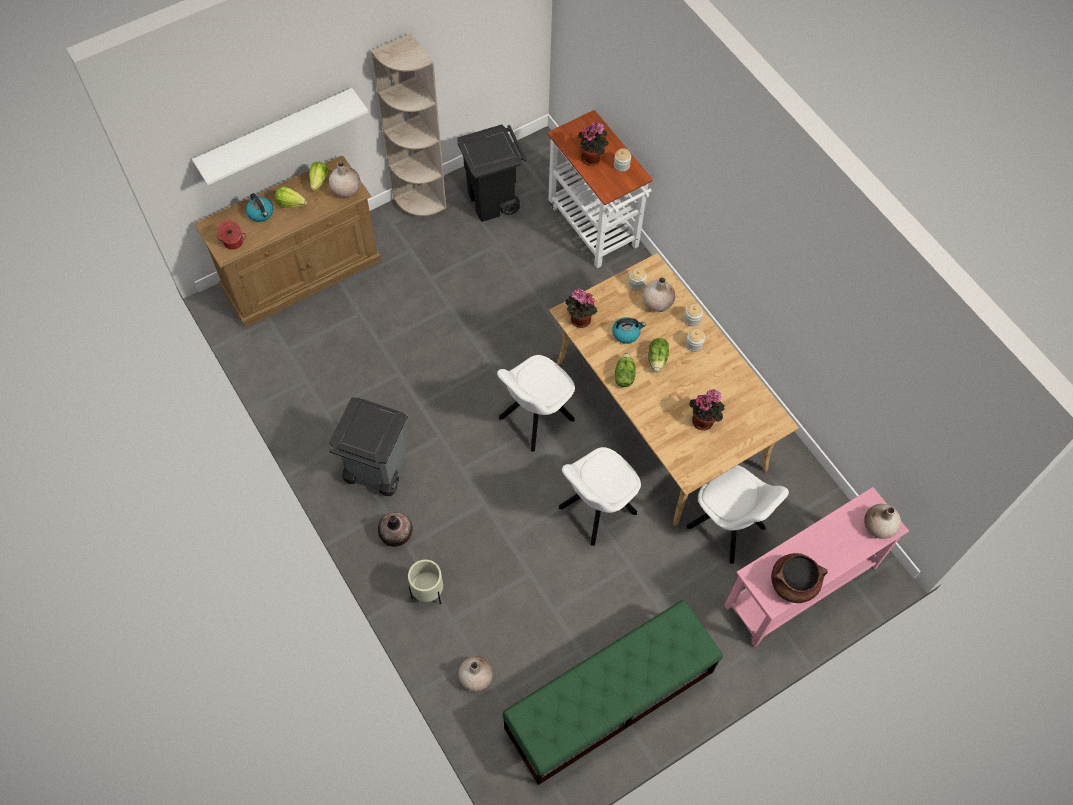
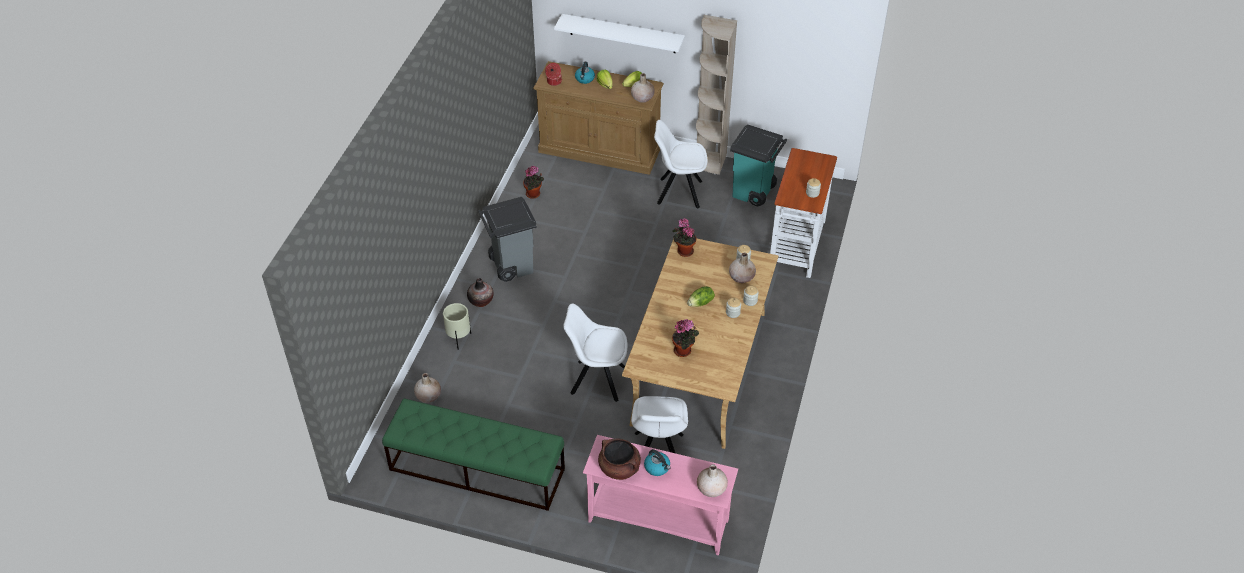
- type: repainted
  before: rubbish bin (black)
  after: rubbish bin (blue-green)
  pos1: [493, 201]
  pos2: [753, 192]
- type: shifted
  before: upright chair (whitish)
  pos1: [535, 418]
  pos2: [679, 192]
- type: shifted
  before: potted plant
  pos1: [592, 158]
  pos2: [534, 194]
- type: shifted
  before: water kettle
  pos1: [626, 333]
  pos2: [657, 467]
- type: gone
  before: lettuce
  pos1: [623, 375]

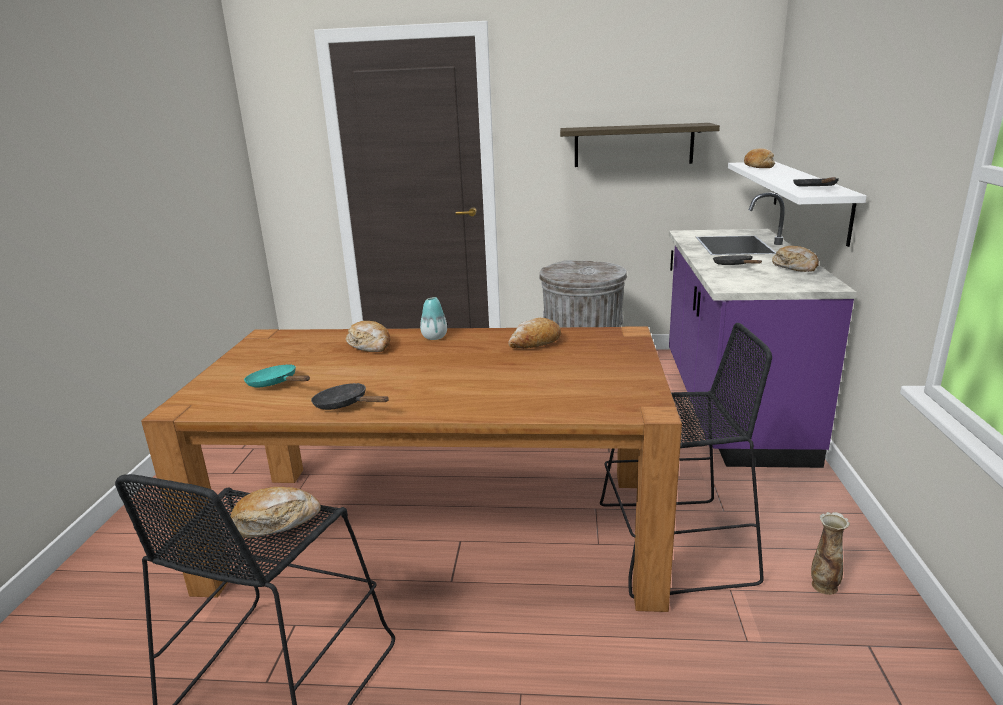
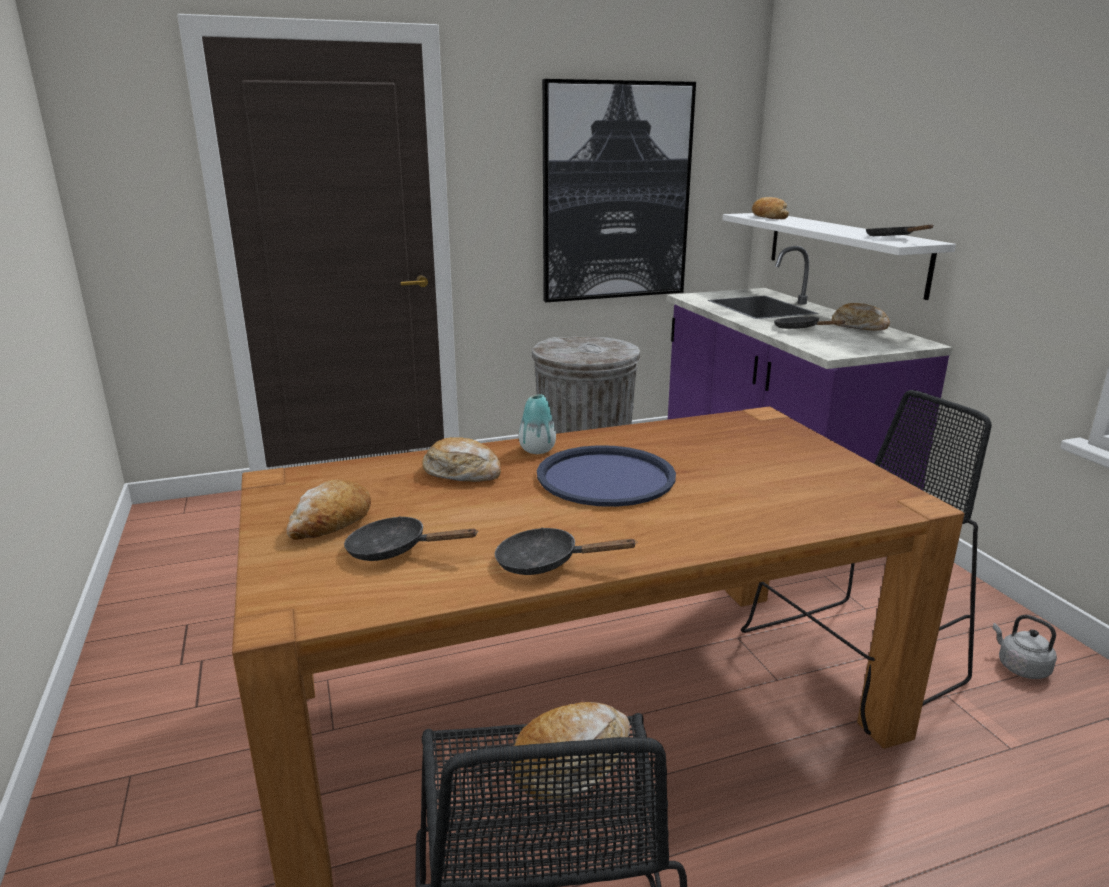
- type: repainted
  before: skillet (blue-green)
  after: skillet (black)
  pos1: [276, 384]
  pos2: [395, 550]
- type: shifted
  before: bakery bread
  pos1: [535, 343]
  pos2: [331, 523]
- type: swapped
  before: wall shelf
  after: wall art
  pos1: [633, 145]
  pos2: [616, 193]
- type: swapped
  before: flower vase
  after: water kettle (grey)
  pos1: [823, 586]
  pos2: [1020, 667]
- type: new
  after: tray (blue-coloured)
  pos2: [605, 477]

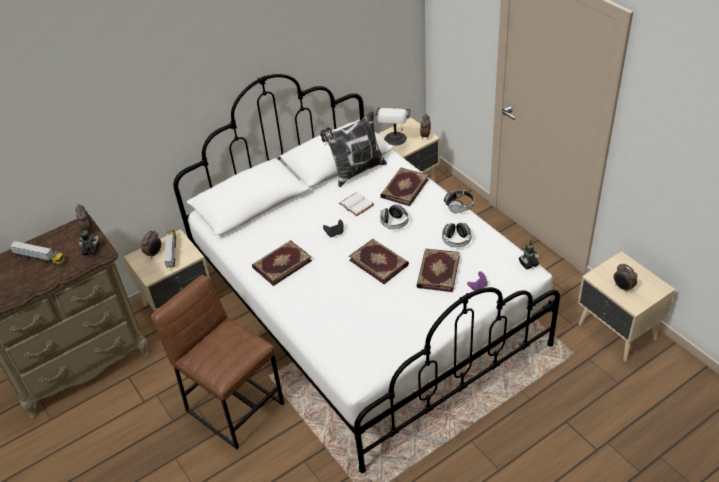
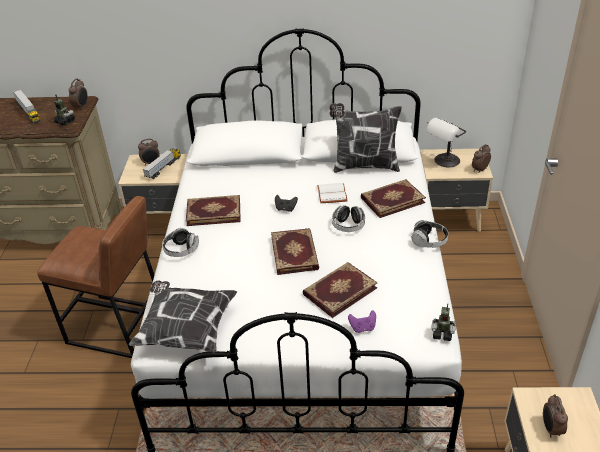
- type: rotated
  before: upright chair (brownish)
  pos1: [233, 406]
  pos2: [118, 326]
  turn: 120
- type: shifted
  before: headphones
  pos1: [456, 240]
  pos2: [181, 250]
- type: new
  after: cushion
  pos2: [186, 330]

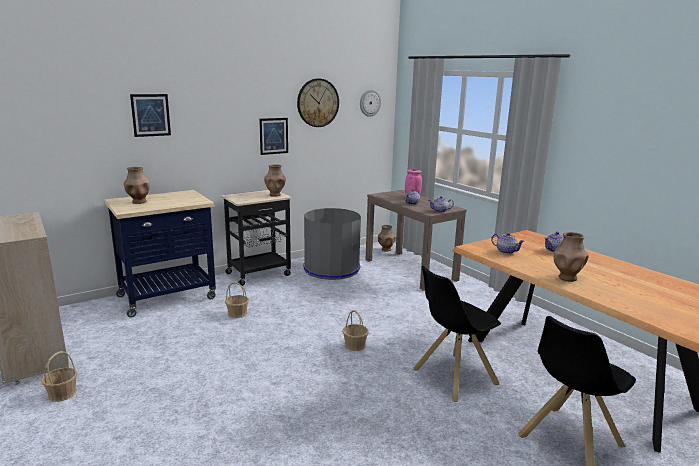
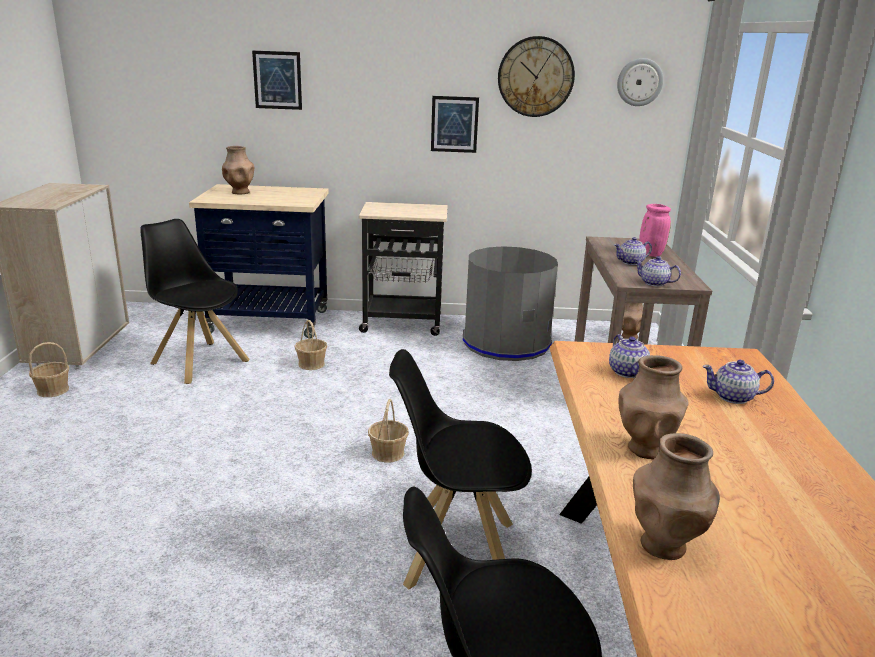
- type: shifted
  before: flower vase (brownish)
  pos1: [275, 195]
  pos2: [664, 545]
- type: new
  after: upright chair (black)
  pos2: [198, 361]

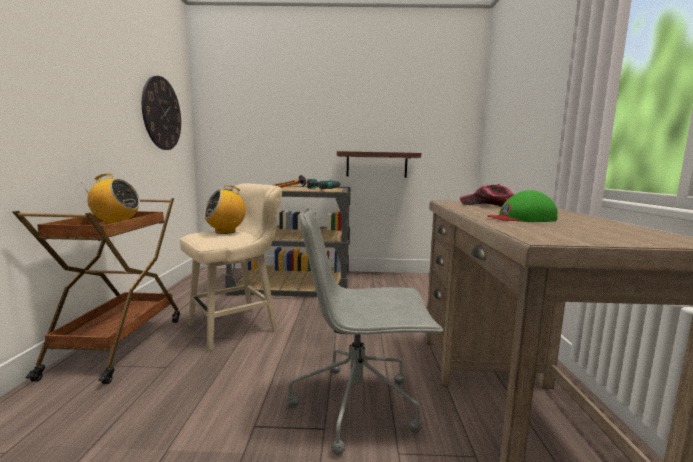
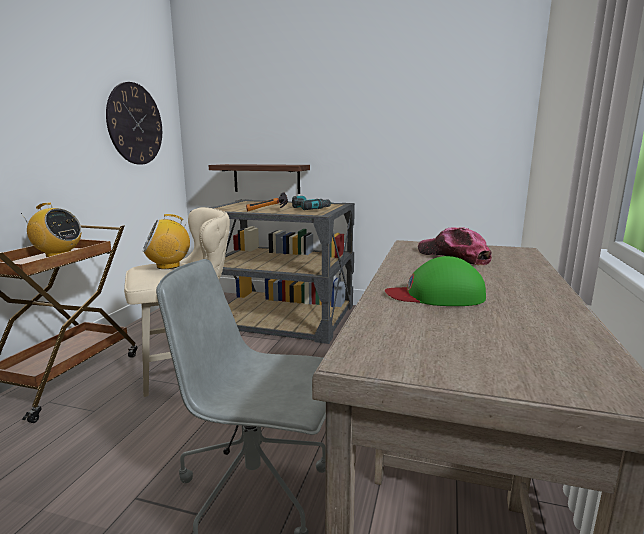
- type: shifted
  before: wall shelf
  pos1: [376, 165]
  pos2: [266, 178]

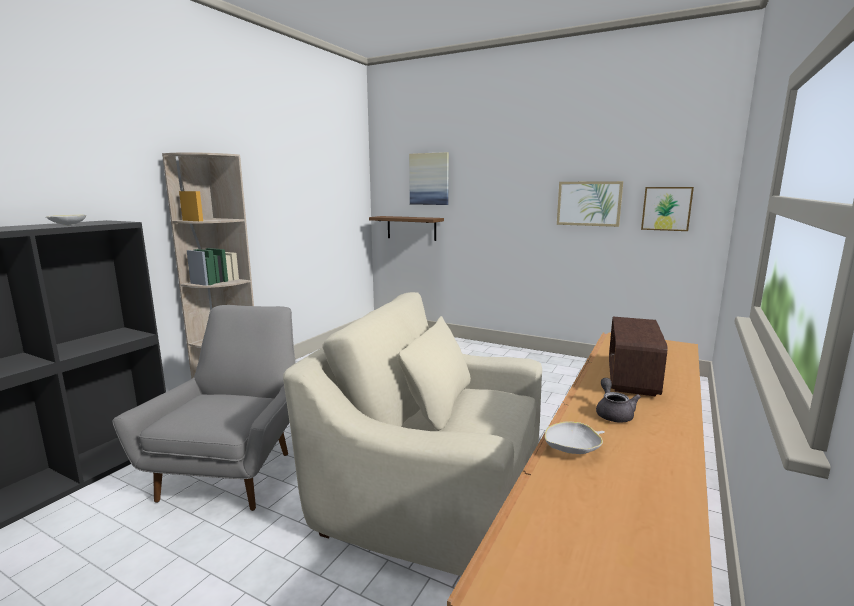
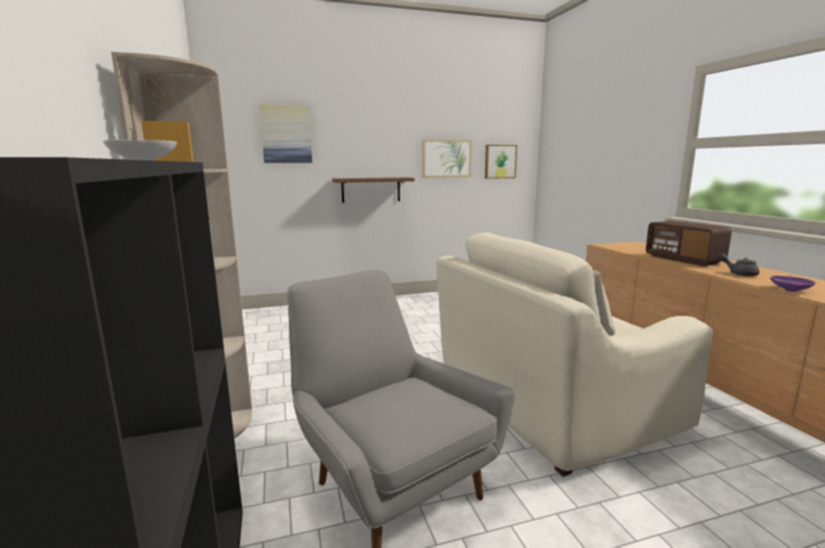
- type: shifted
  before: wall shelf (brownish)
  pos1: [411, 228]
  pos2: [371, 189]
- type: repainted
  before: bowl (whitish)
  after: bowl (purplish)
  pos1: [573, 449]
  pos2: [790, 290]

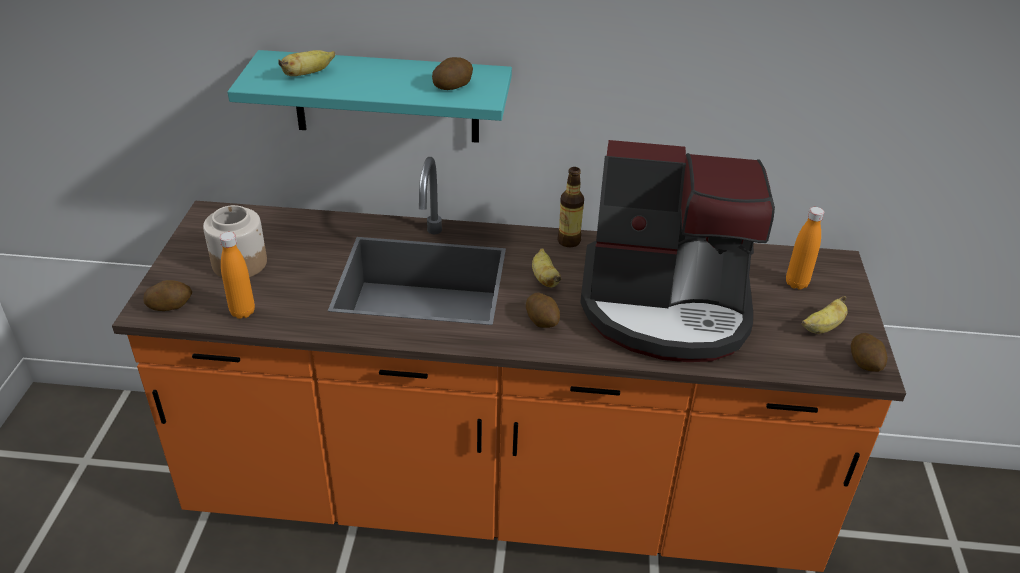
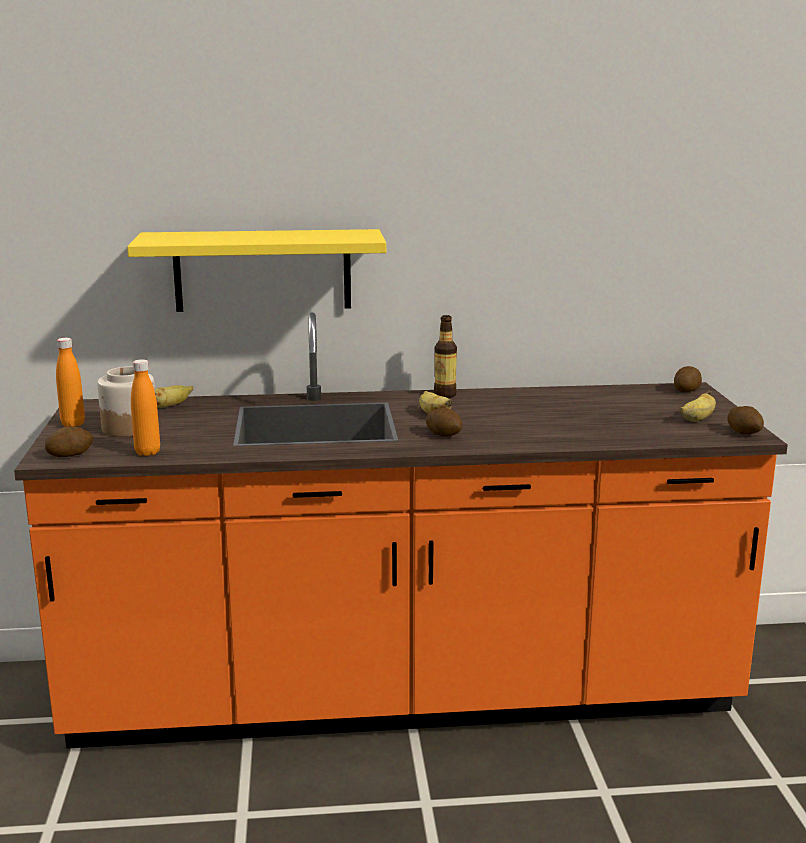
- type: repainted
  before: wall shelf (blue-green)
  after: wall shelf (yellowish)
  pos1: [386, 97]
  pos2: [262, 270]
- type: shifted
  before: banana
  pos1: [307, 74]
  pos2: [170, 406]
- type: shifted
  before: spud
  pos1: [453, 86]
  pos2: [686, 390]
- type: gone
  before: coffee maker
  pos1: [666, 306]
- type: shifted
  before: bottle (orange)
  pos1: [796, 283]
  pos2: [73, 424]

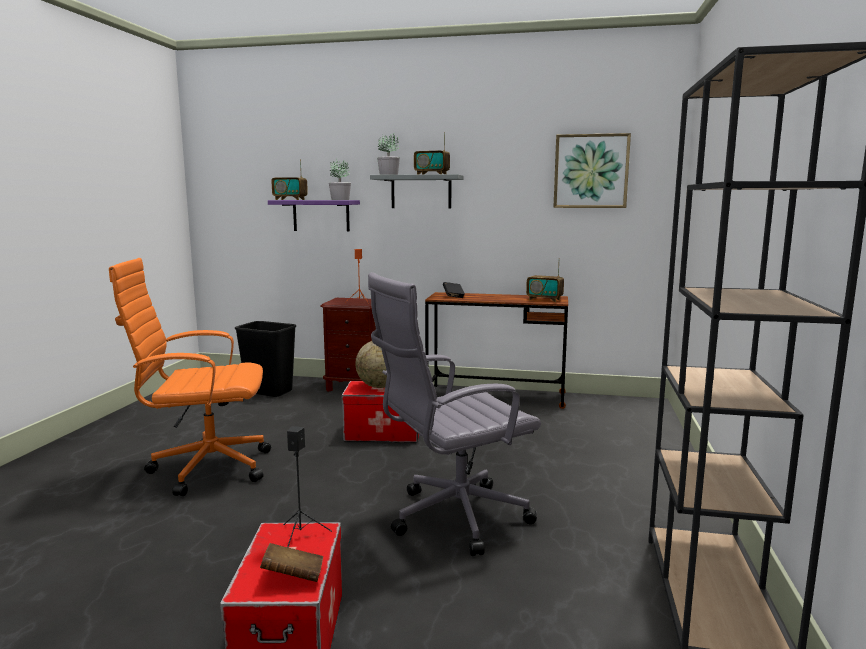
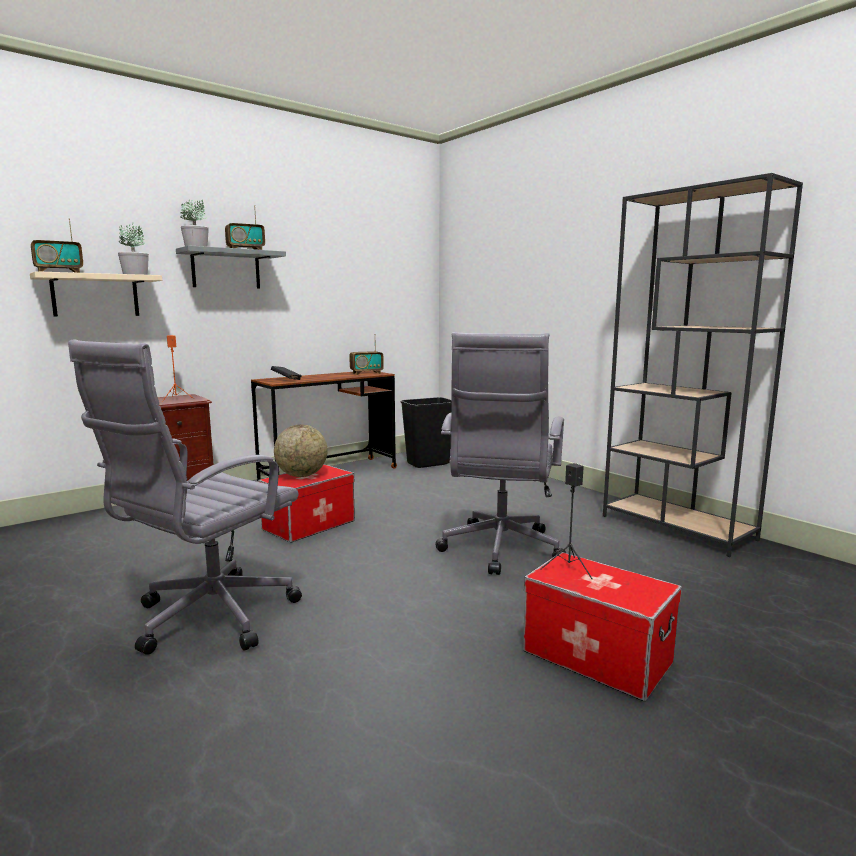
- type: repainted
  before: computer chair (orange)
  after: computer chair (grey)
  pos1: [204, 469]
  pos2: [208, 619]
- type: shifted
  before: rubbish bin (black)
  pos1: [270, 392]
  pos2: [428, 463]
- type: gone
  before: volume (brownish)
  pos1: [293, 577]
- type: repainted
  before: wall shelf (purplish)
  after: wall shelf (beige-coloured)
  pos1: [321, 215]
  pos2: [95, 295]
- type: gone
  before: wall art
  pos1: [591, 171]

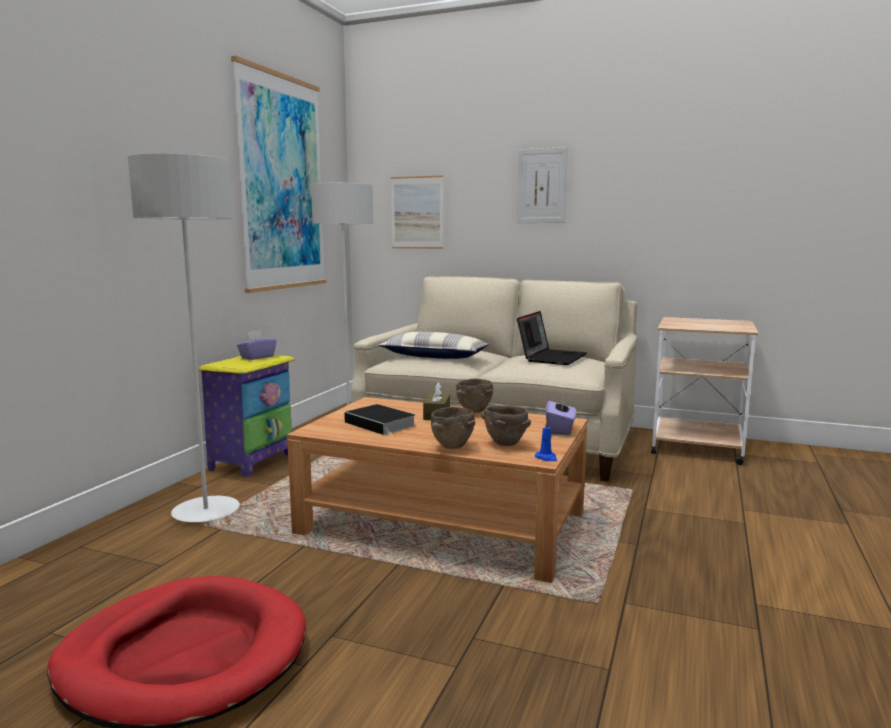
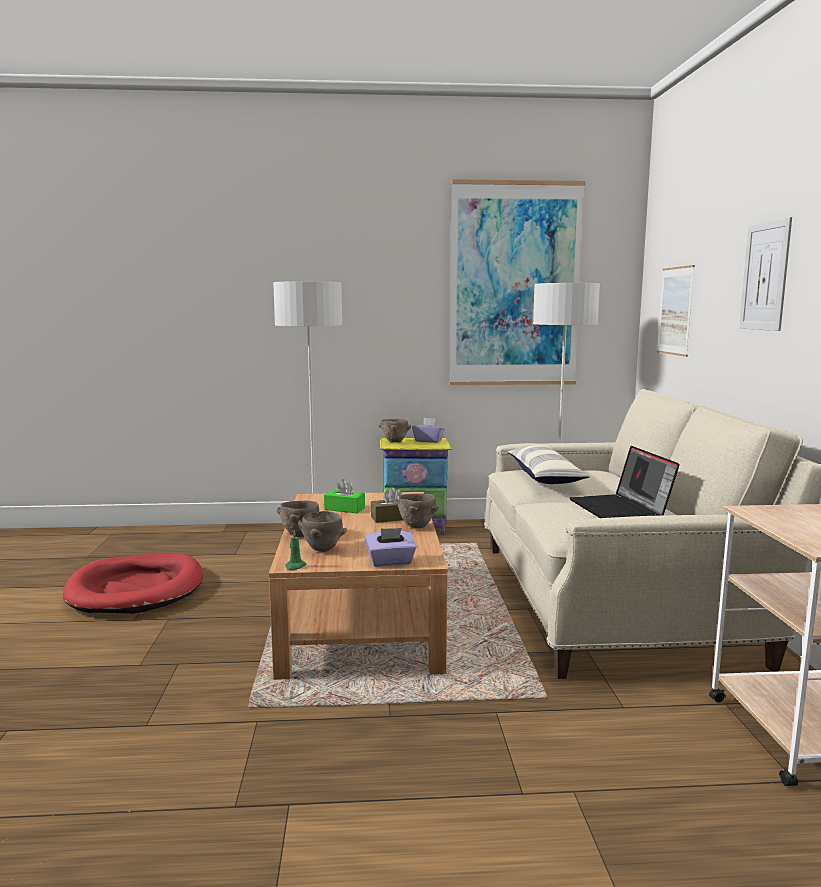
- type: swapped
  before: volume
  after: box of tissues (green-coloured)
  pos1: [382, 424]
  pos2: [344, 509]
- type: rotated
  before: notebook computer
  pos1: [551, 357]
  pos2: [621, 510]
  turn: 75
- type: repainted
  before: wax candle (blue-coloured)
  after: wax candle (green-coloured)
  pos1: [546, 458]
  pos2: [295, 566]
- type: new
  after: bowl (brownish)
  pos2: [395, 442]

